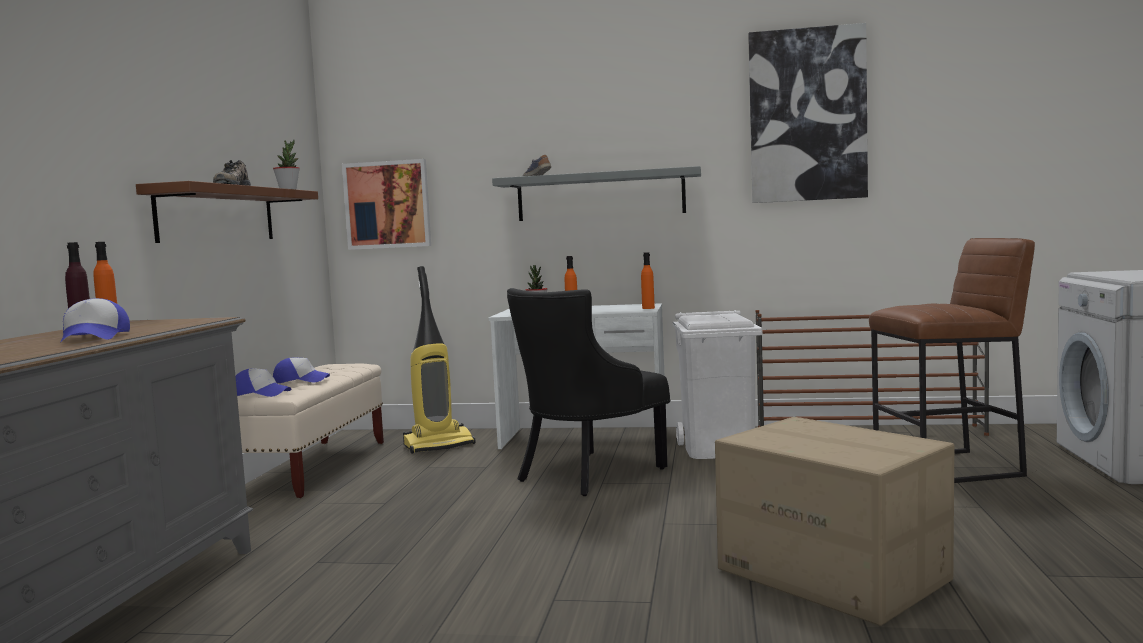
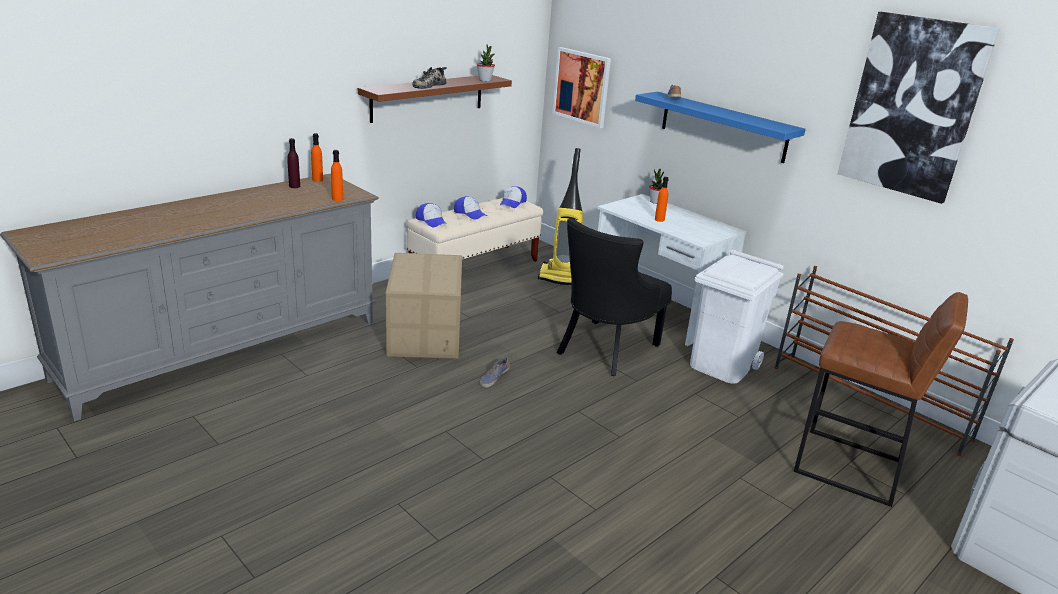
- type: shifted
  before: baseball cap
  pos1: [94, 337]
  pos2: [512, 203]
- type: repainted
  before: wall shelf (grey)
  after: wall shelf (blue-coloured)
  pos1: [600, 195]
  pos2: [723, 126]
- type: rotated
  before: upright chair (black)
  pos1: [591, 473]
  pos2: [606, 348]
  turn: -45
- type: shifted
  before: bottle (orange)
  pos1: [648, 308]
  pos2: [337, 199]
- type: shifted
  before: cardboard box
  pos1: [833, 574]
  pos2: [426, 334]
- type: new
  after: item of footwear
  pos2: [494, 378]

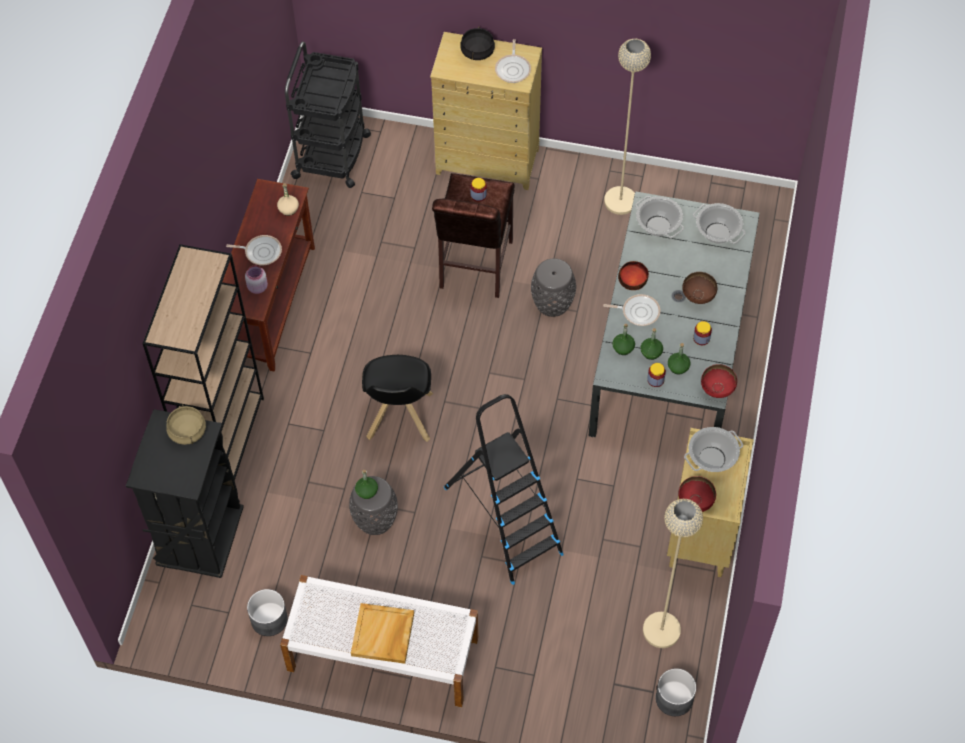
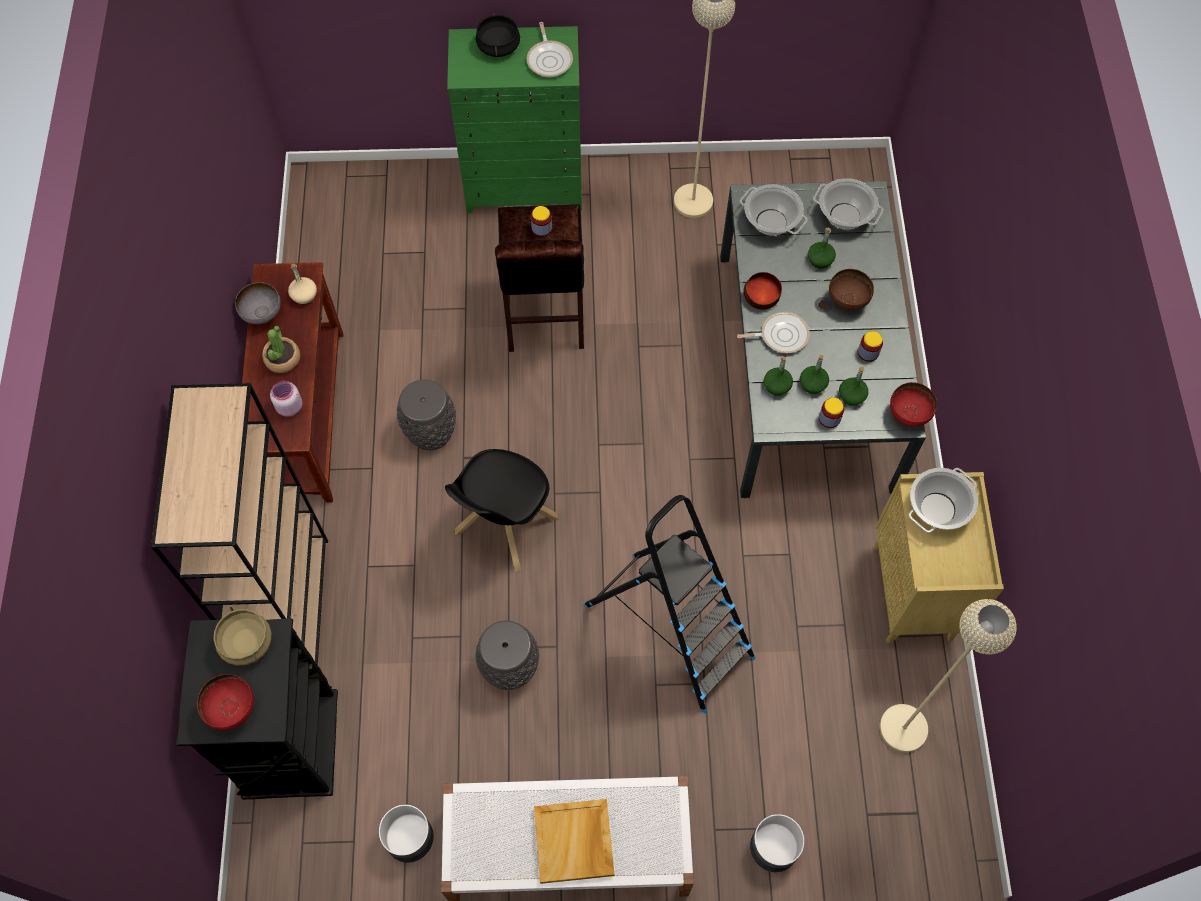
- type: swapped
  before: skillet
  after: potted plant
  pos1: [261, 252]
  pos2: [282, 359]
- type: gone
  before: trolley (black)
  pos1: [332, 156]
- type: shifted
  before: bottle (green-coloured)
  pos1: [367, 491]
  pos2: [820, 260]
- type: rotated
  before: upright chair (black)
  pos1: [399, 417]
  pos2: [504, 526]
  turn: 45
- type: repainted
  before: drawer chest (beige-coloured)
  after: drawer chest (green-coloured)
  pos1: [488, 163]
  pos2: [525, 188]
- type: shifted
  before: sitting stool (grey)
  pos1: [552, 303]
  pos2: [431, 431]
- type: shifted
  before: flower pot (grey)
  pos1: [674, 699]
  pos2: [774, 847]
- type: shifted
  before: bowl (reddish)
  pos1: [695, 503]
  pos2: [232, 709]
- type: new
  after: bowl (grey)
  pos2: [263, 314]

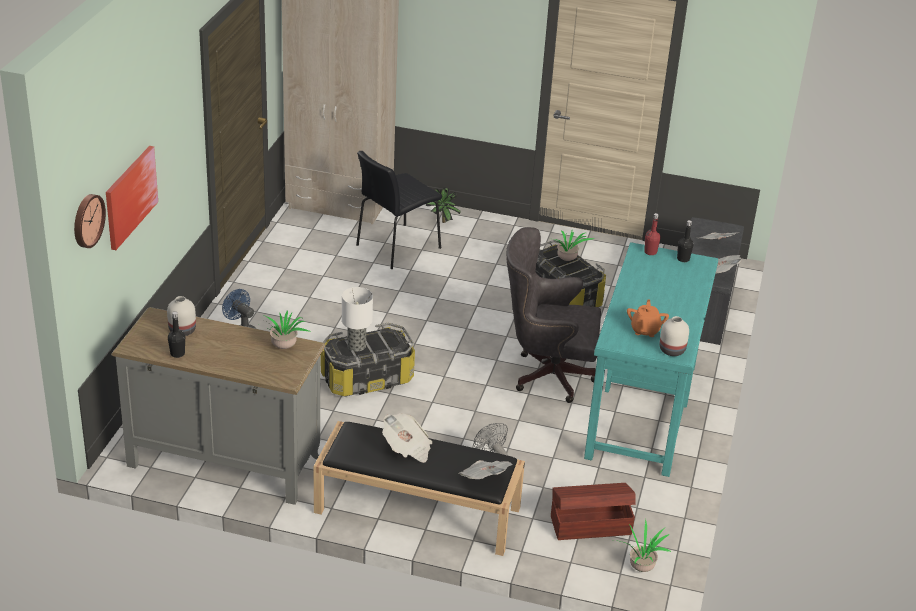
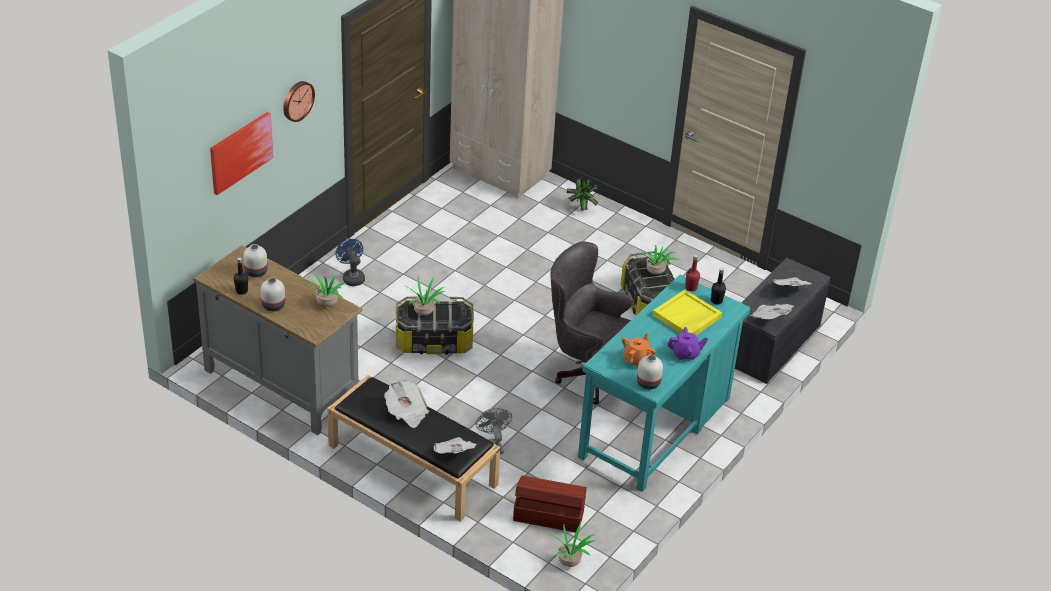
- type: shifted
  before: clock on the wall
  pos1: [87, 220]
  pos2: [297, 100]
- type: swapped
  before: table lamp
  after: potted plant
  pos1: [356, 346]
  pos2: [424, 312]
- type: gone
  before: upright chair (black)
  pos1: [396, 247]
- type: new
  after: flower vase (whitish)
  pos2: [274, 305]
- type: new
  after: tray (yellowish)
  pos2: [687, 317]
- type: new
  after: teapot (purplish)
  pos2: [685, 354]

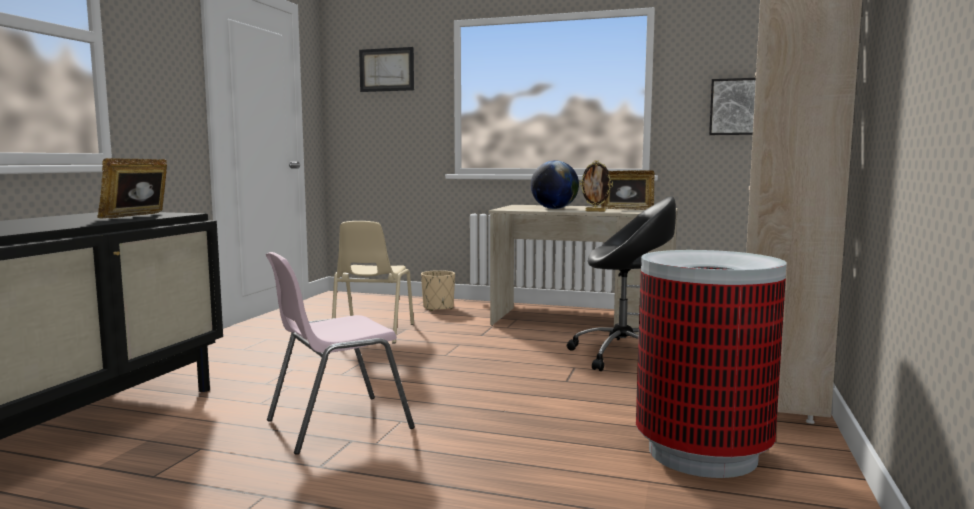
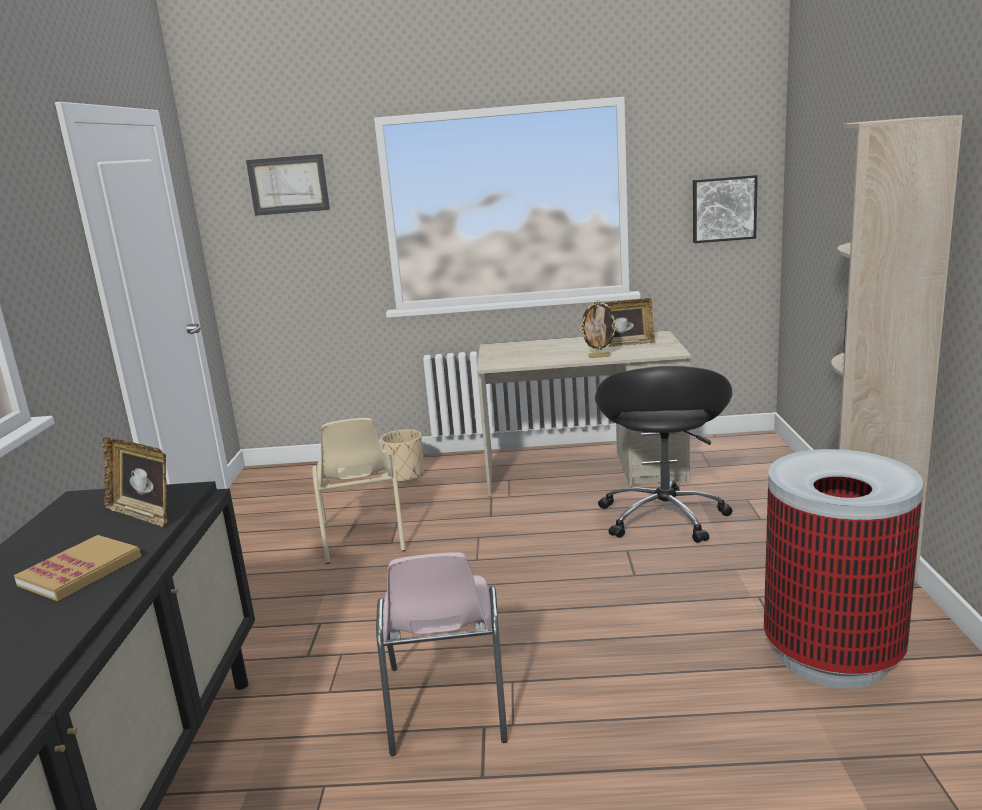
- type: rotated
  before: standing frame
  pos1: [137, 216]
  pos2: [143, 514]
  turn: -60
- type: rotated
  before: upright chair (pinkish)
  pos1: [336, 424]
  pos2: [446, 705]
  turn: -45
- type: gone
  before: world globe
  pos1: [554, 209]
- type: rotated
  before: computer chair (black)
  pos1: [625, 355]
  pos2: [663, 519]
  turn: 105
- type: new
  after: volume
  pos2: [80, 571]

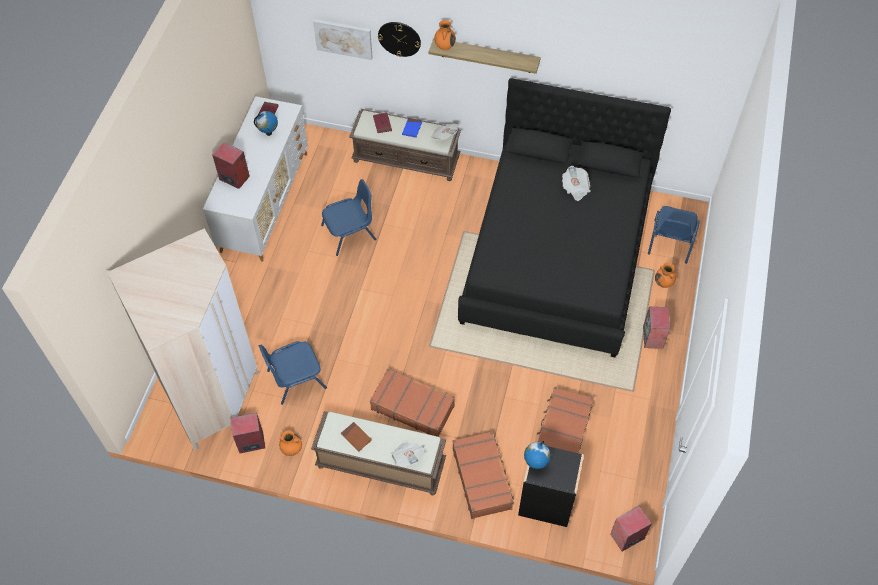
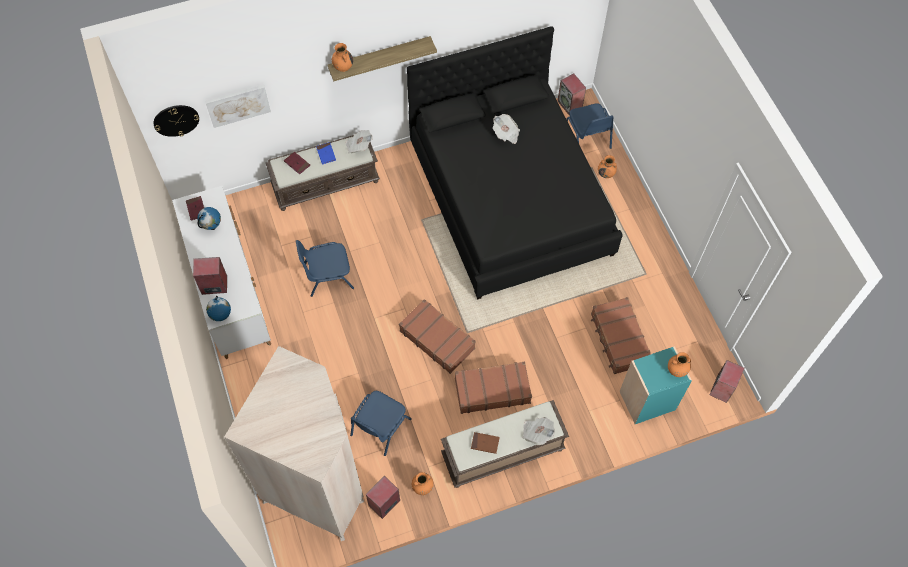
- type: rotated
  before: upright chair (blue-coloured)
  pos1: [350, 233]
  pos2: [327, 275]
  turn: -135
- type: shifted
  before: clock on the wall
  pos1: [399, 38]
  pos2: [176, 120]
- type: shifted
  before: piece of luggage (brownish)
  pos1: [482, 478]
  pos2: [437, 339]
- type: repainted
  before: shelving unit (black)
  after: shelving unit (blue-green)
  pos1: [545, 502]
  pos2: [647, 401]
- type: shifted
  before: world globe
  pos1: [535, 463]
  pos2: [221, 317]
- type: shifted
  before: loudspeaker
  pos1: [653, 338]
  pos2: [570, 105]
- type: new
  after: flower vase (orange)
  pos2: [676, 370]

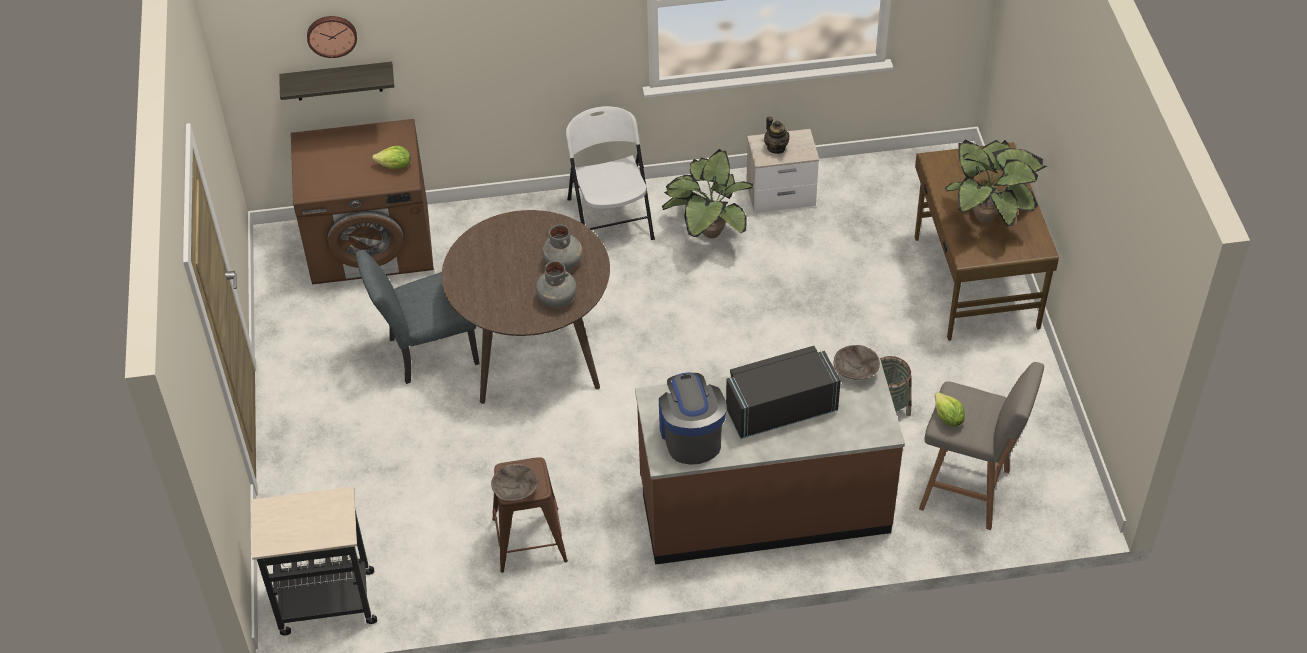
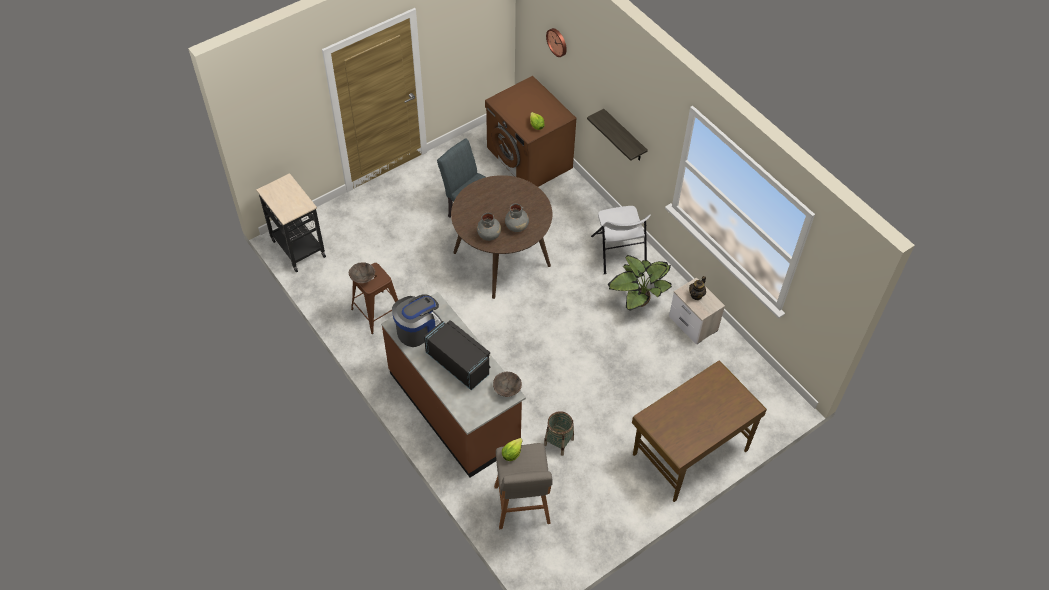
- type: shifted
  before: wall shelf
  pos1: [338, 81]
  pos2: [624, 136]
- type: rotated
  before: upright chair (whitish)
  pos1: [611, 219]
  pos2: [618, 251]
  turn: 120
- type: gone
  before: potted plant
  pos1: [989, 216]

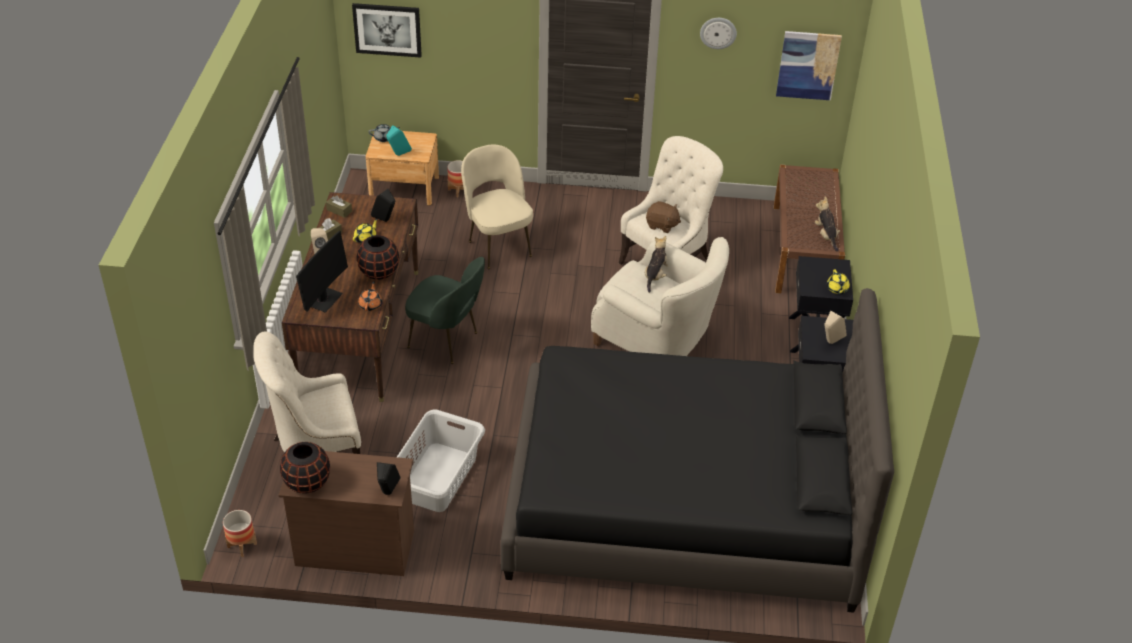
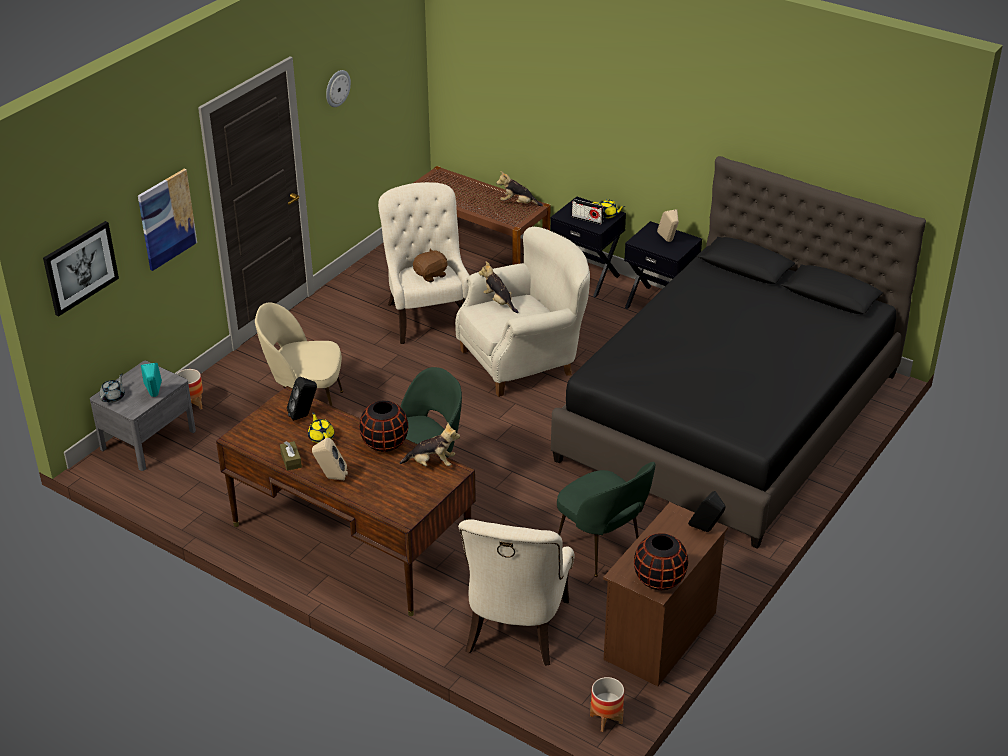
- type: gone
  before: monitor
  pos1: [323, 299]
- type: gone
  before: box of tissues (brownish)
  pos1: [339, 210]
- type: swapped
  before: teapot (orange)
  after: soft toy
  pos1: [370, 305]
  pos2: [431, 463]
- type: repainted
  before: bedside table (brownish)
  after: bedside table (grey)
  pos1: [404, 188]
  pos2: [148, 440]
- type: swapped
  before: washing basket (grey)
  after: upright chair (green-coloured)
  pos1: [436, 477]
  pos2: [602, 552]
- type: shifted
  before: wall art
  pos1: [808, 65]
  pos2: [167, 219]
- type: new
  after: radio set
  pos2: [587, 219]

